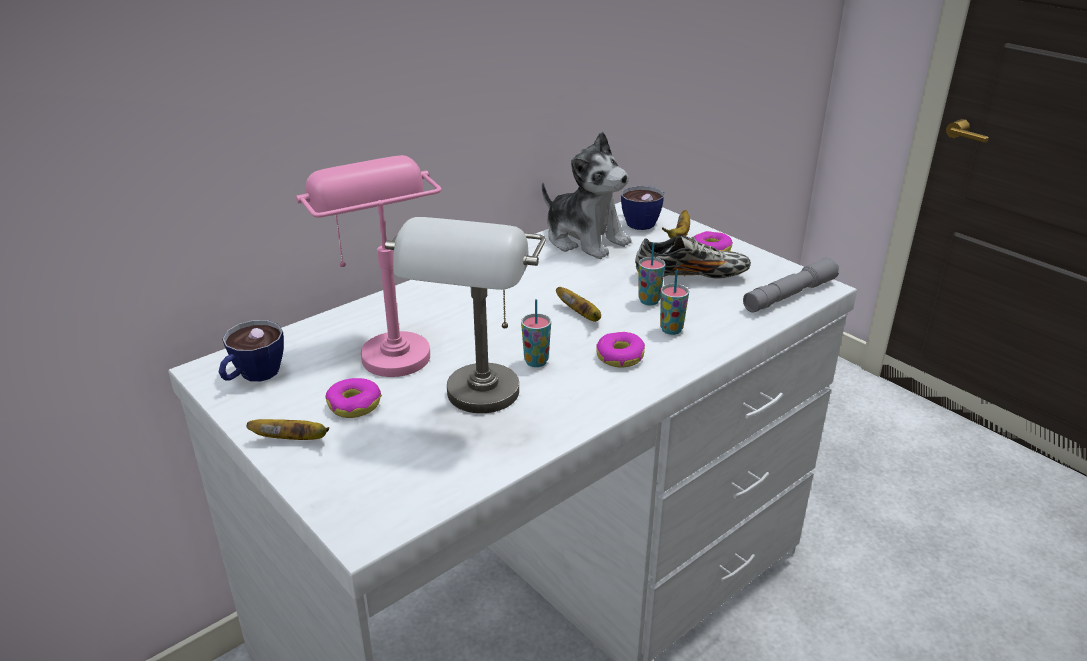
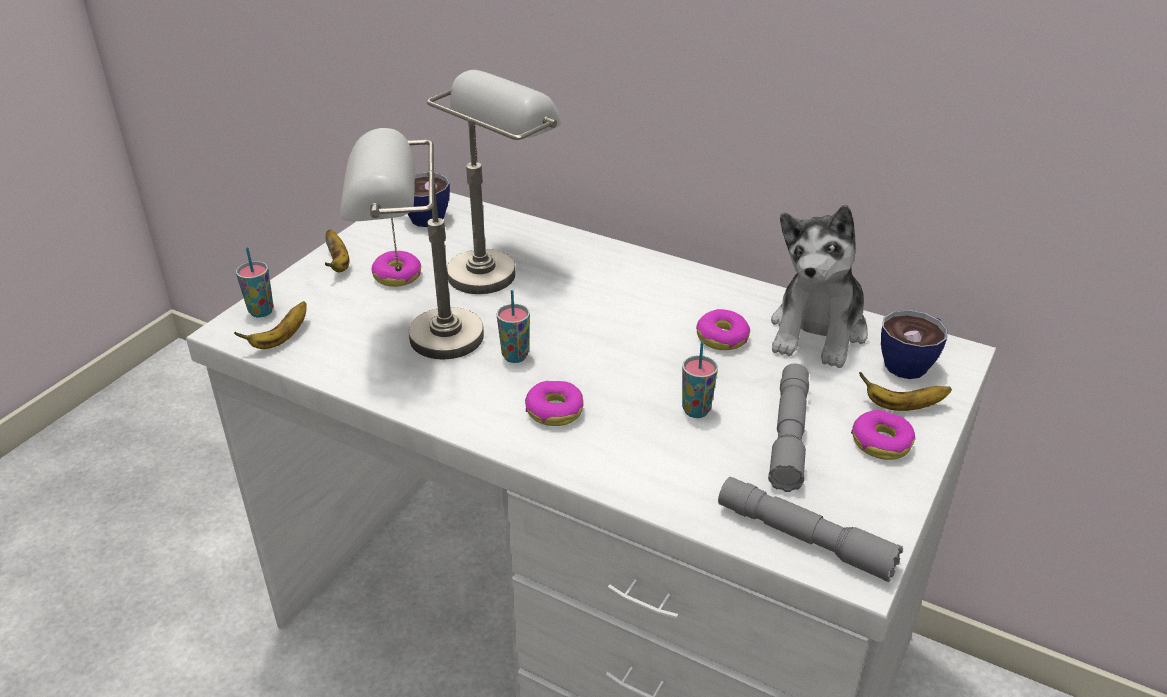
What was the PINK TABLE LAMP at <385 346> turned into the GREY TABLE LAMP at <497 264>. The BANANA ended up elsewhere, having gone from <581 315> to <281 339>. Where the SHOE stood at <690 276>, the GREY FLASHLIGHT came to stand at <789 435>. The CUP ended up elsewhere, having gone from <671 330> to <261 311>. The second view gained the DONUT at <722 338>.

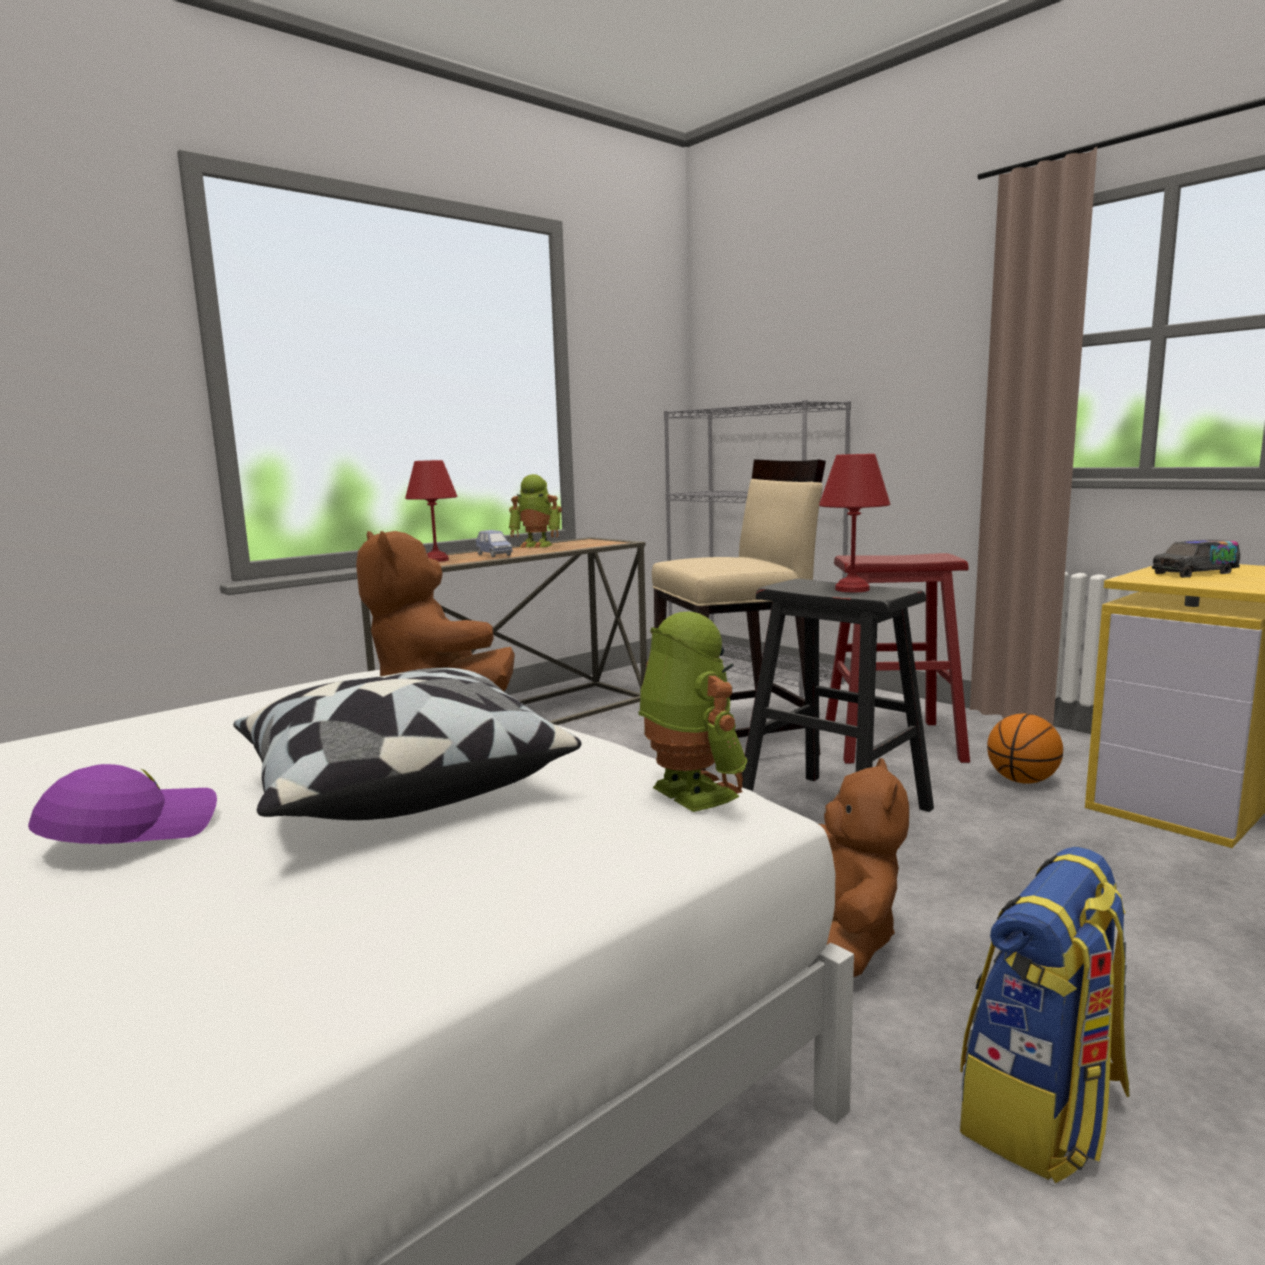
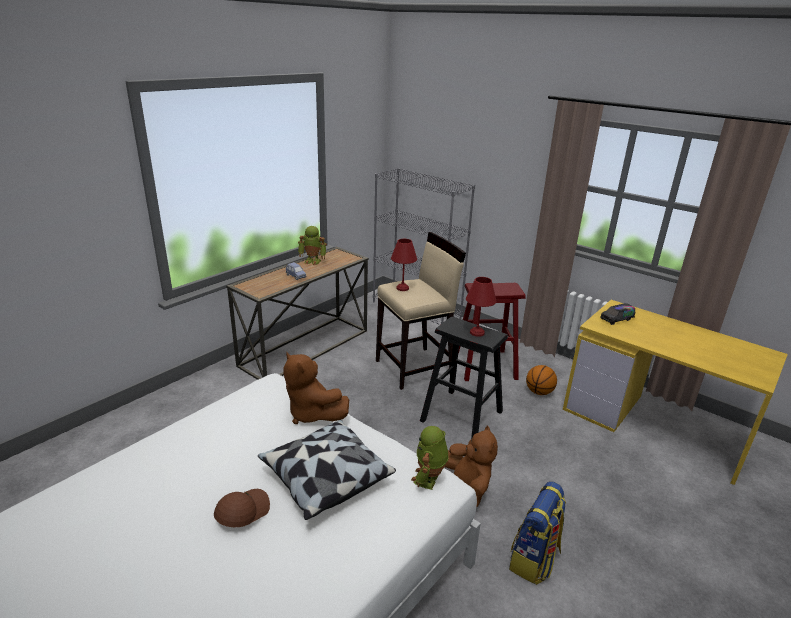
What was the PURPLE CAP at <131 831> turned into the BROWN CAP at <242 511>. The RED TABLE LAMP ended up elsewhere, having gone from <437 560> to <403 288>. The TOY ROBOT at <687 794> ended up facing another way, 120 degrees counterclockwise from before.

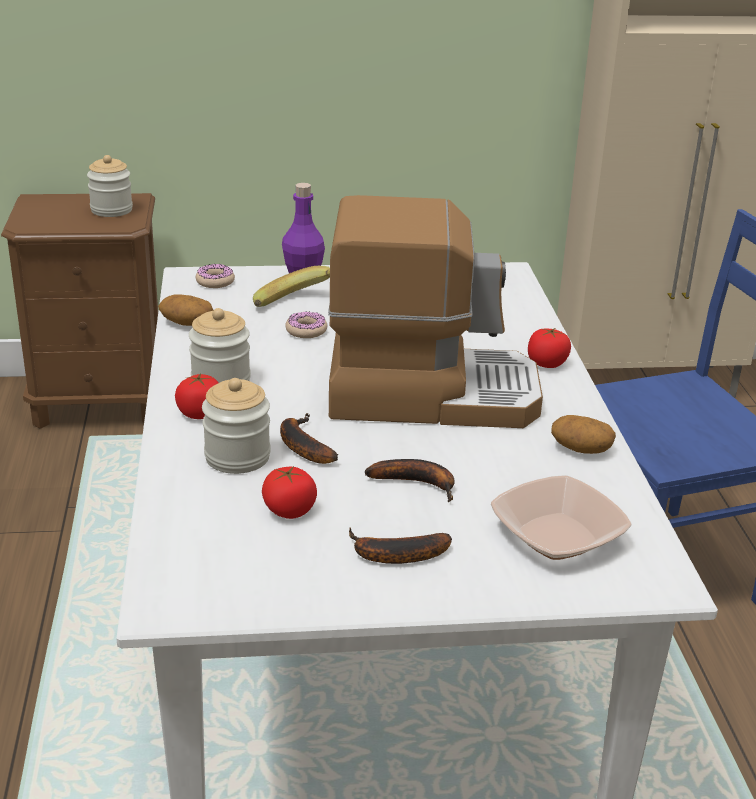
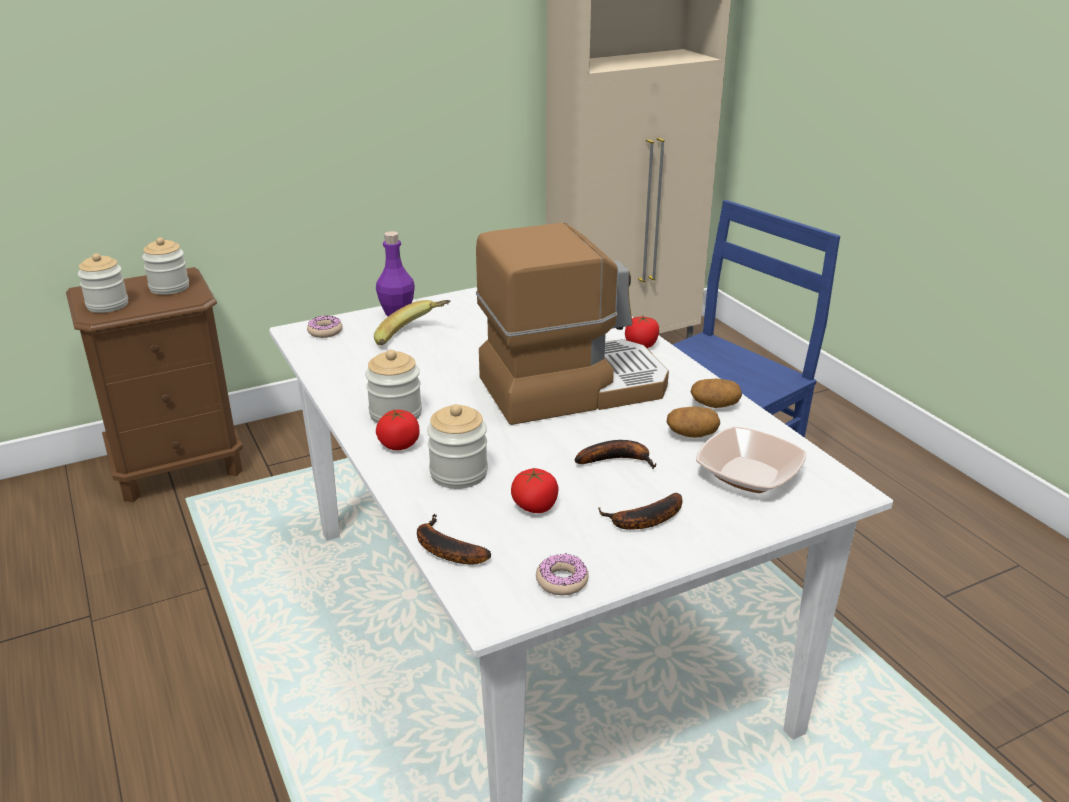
The POTATO ended up elsewhere, having gone from <186 323> to <691 434>. The BANANA ended up elsewhere, having gone from <301 445> to <444 549>. The DONUT ended up elsewhere, having gone from <306 331> to <562 581>. The second view gained the JAR at <107 305>.

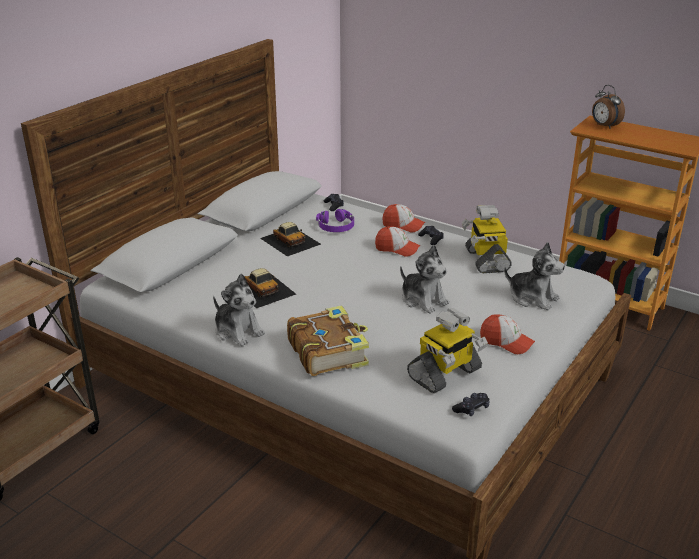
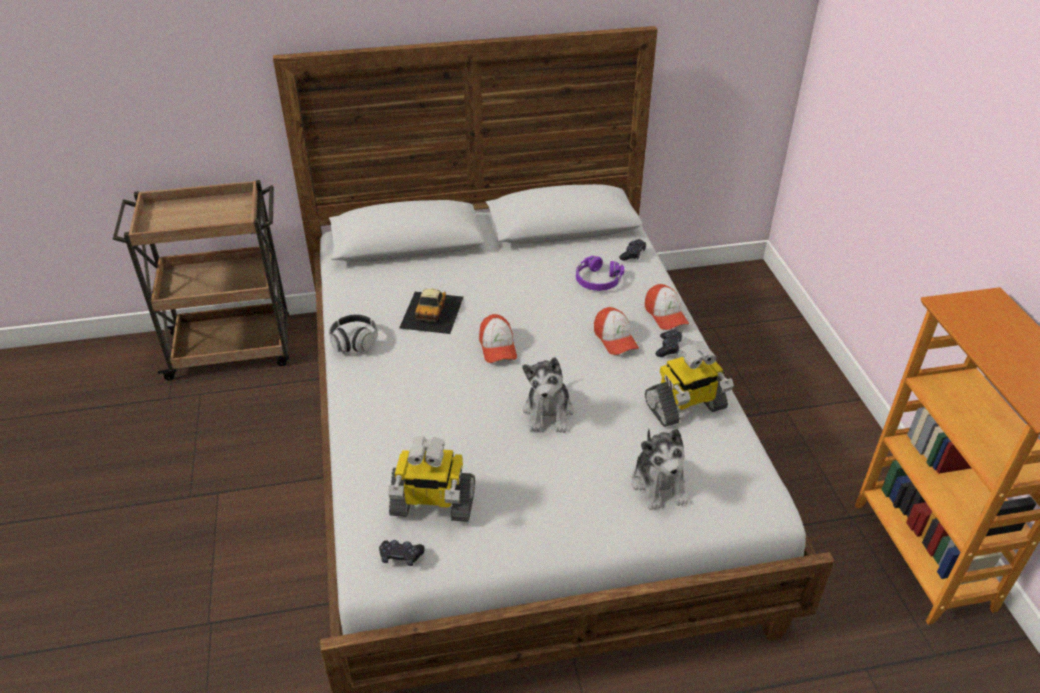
Where the PLUSH TOY stood at <238 331>, the HEADPHONES came to stand at <354 342>. The second view lost the TOY CAR at <290 241>. The second view lost the BOOK at <328 351>. The TOY ROBOT at <485 260> ended up facing another way, 150 degrees counterclockwise from before. The CAP ended up elsewhere, having gone from <506 342> to <497 347>. The second view lost the ALARM CLOCK at <604 126>.

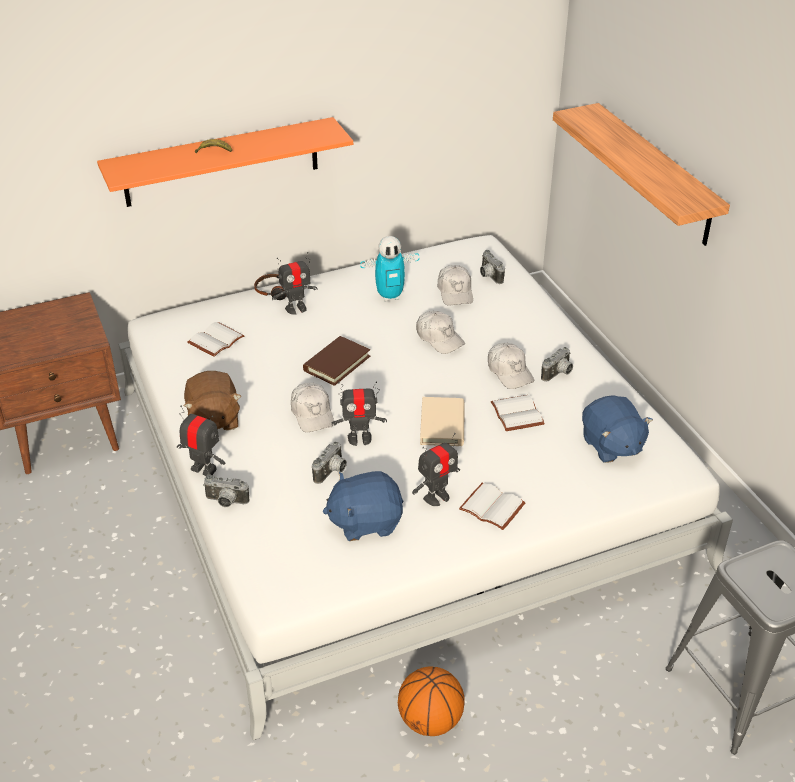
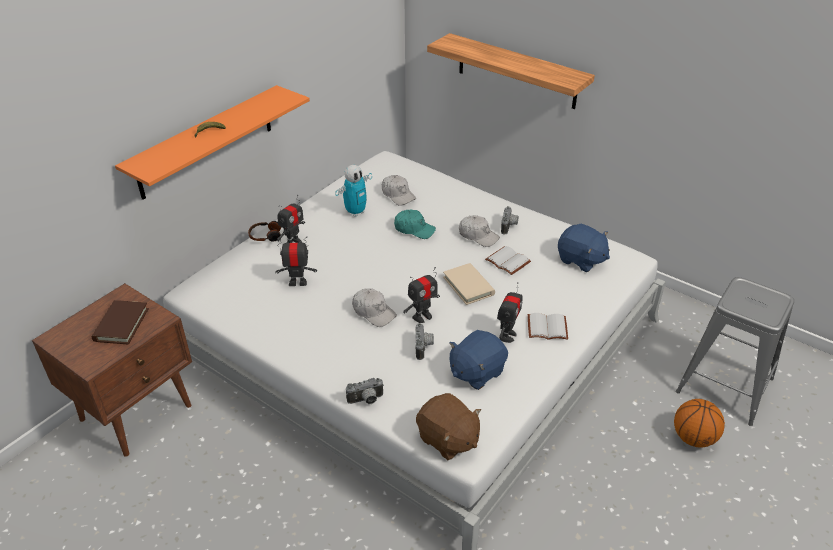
The TOY ROBOT ended up elsewhere, having gone from <204 469> to <297 282>. The BROWN PLUSH TOY ended up elsewhere, having gone from <213 420> to <447 439>. The second view lost the WHITE BOOK at <215 339>. The BROWN BOOK ended up elsewhere, having gone from <337 363> to <121 324>. The BASKETBALL ended up elsewhere, having gone from <430 721> to <693 438>. What was the WHITE CAP at <439 338> turned into the TURQUOISE CAP at <414 229>. The second view lost the PHOTO CAMERA at <488 276>.

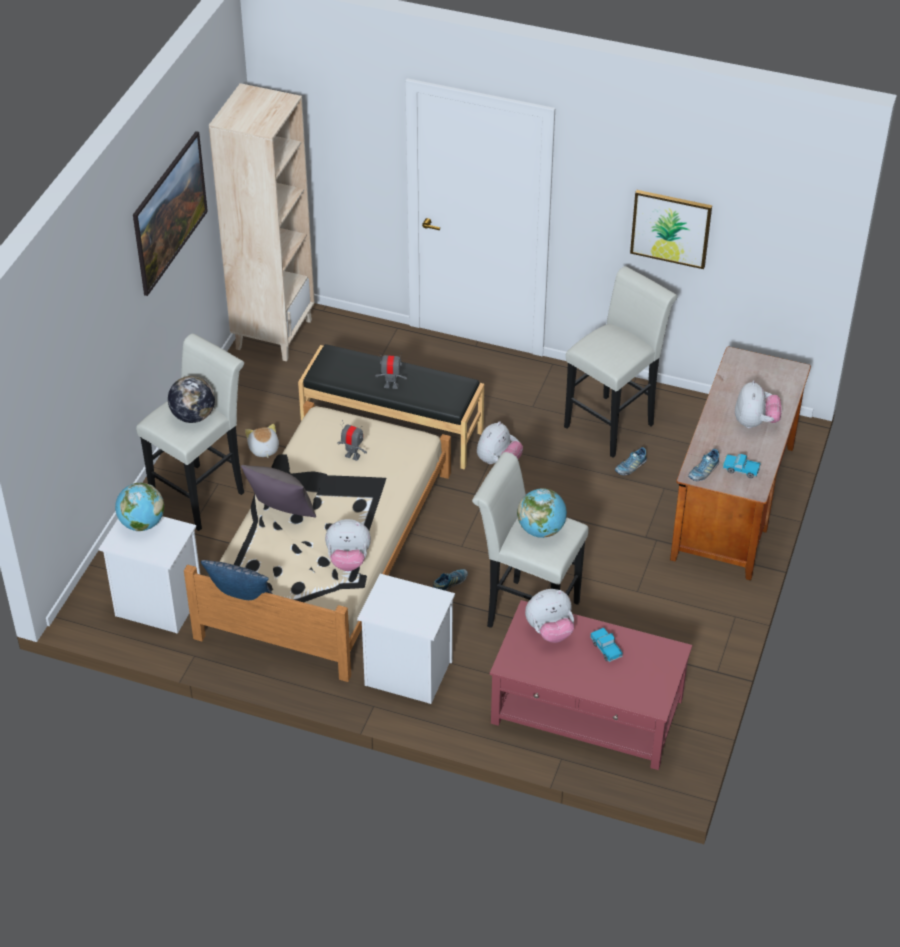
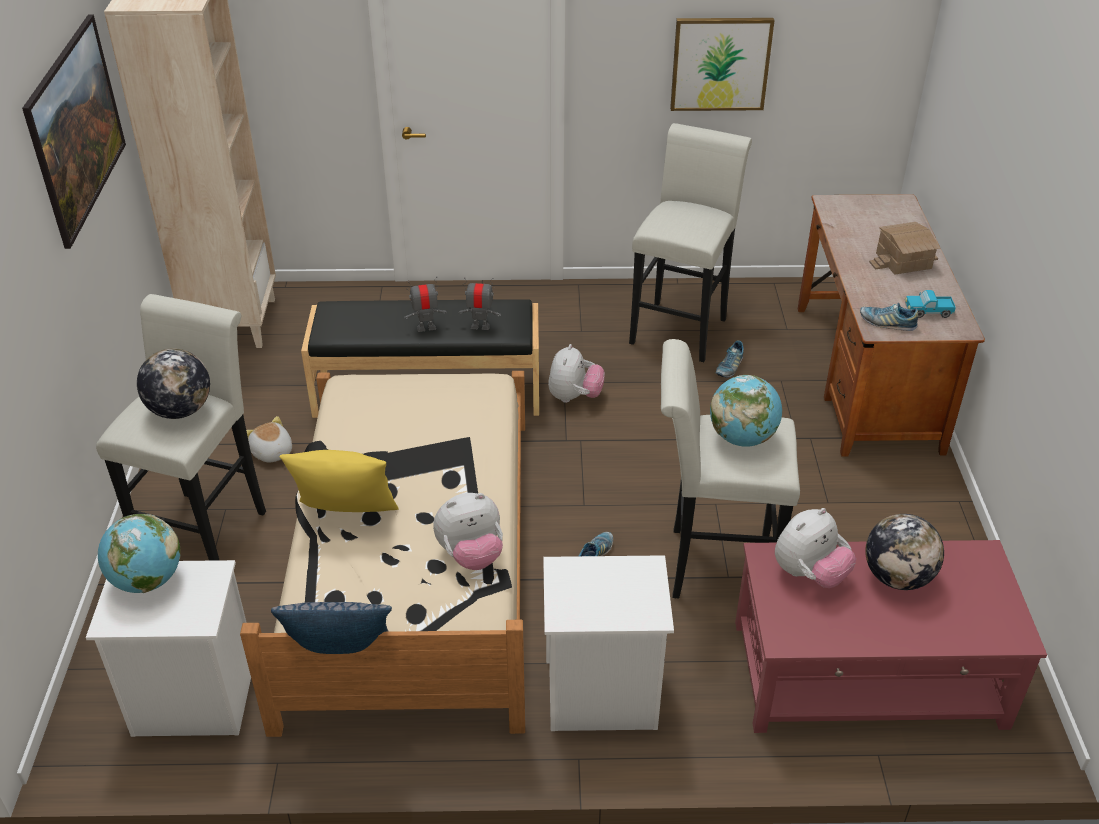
What was the GREY PILLOW at <281 514> turned into the YELLOW PILLOW at <346 517>. The TOY ROBOT ended up elsewhere, having gone from <352 456> to <480 326>. Where the TOY TRUCK stood at <605 649>, the GLOBE came to stand at <897 577>. The SHOE at <703 471> ended up facing another way, 90 degrees clockwise from before. Where the PLUSH TOY stood at <755 422>, the TOY HOUSE came to stand at <903 260>.

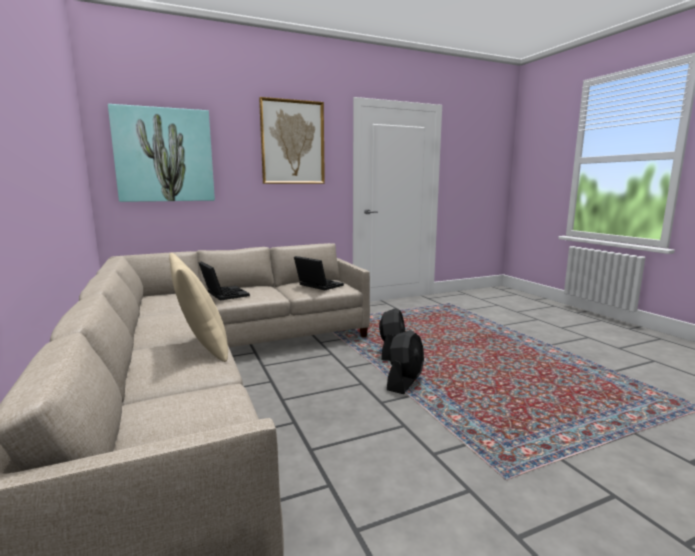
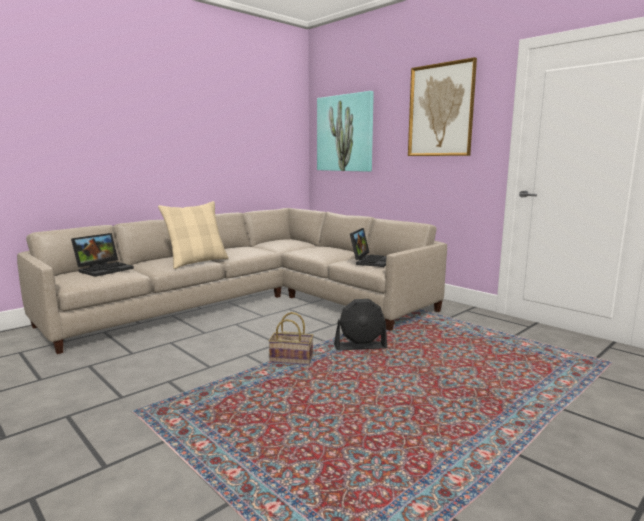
The LAPTOP ended up elsewhere, having gone from <223 294> to <105 269>. Where the BLACK FAN stood at <405 381>, the BASKET came to stand at <292 359>.

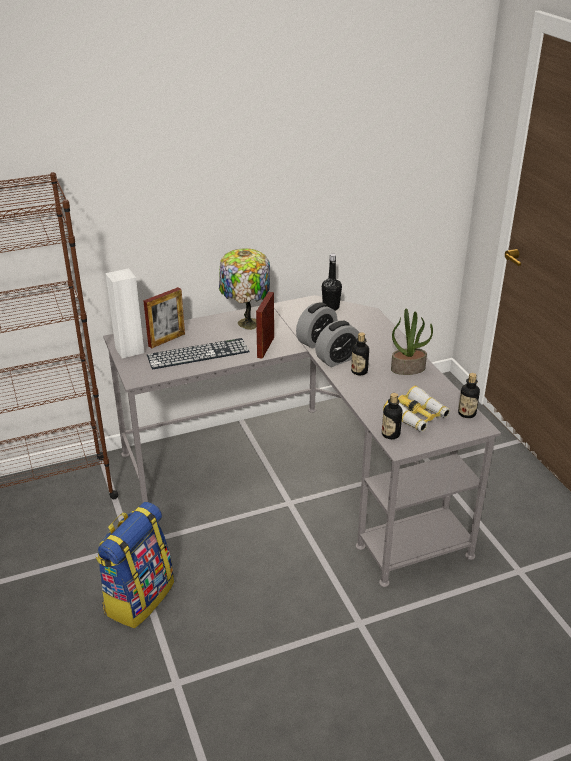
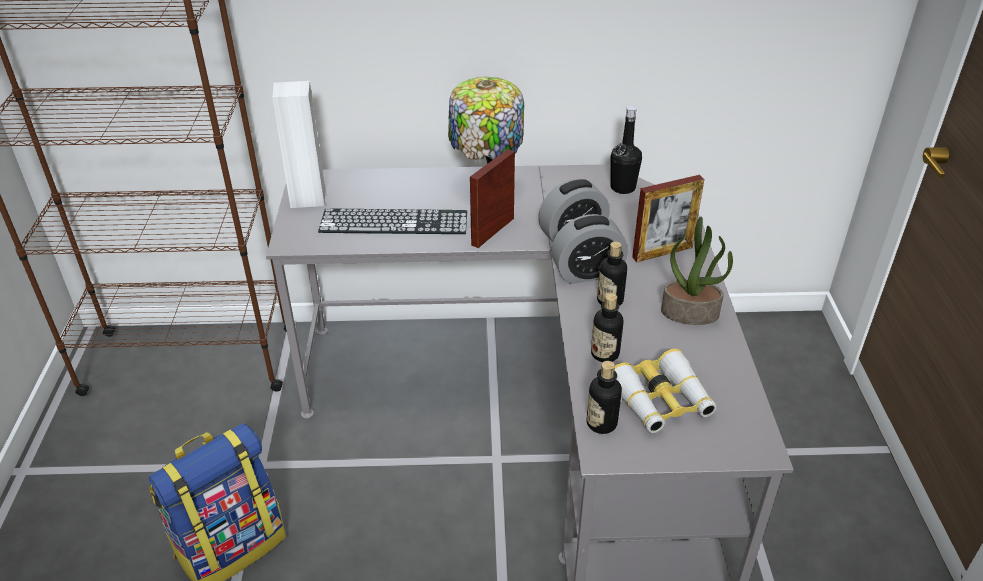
The PICTURE FRAME ended up elsewhere, having gone from <166 340> to <662 252>. The BOTTLE ended up elsewhere, having gone from <467 413> to <605 354>.

